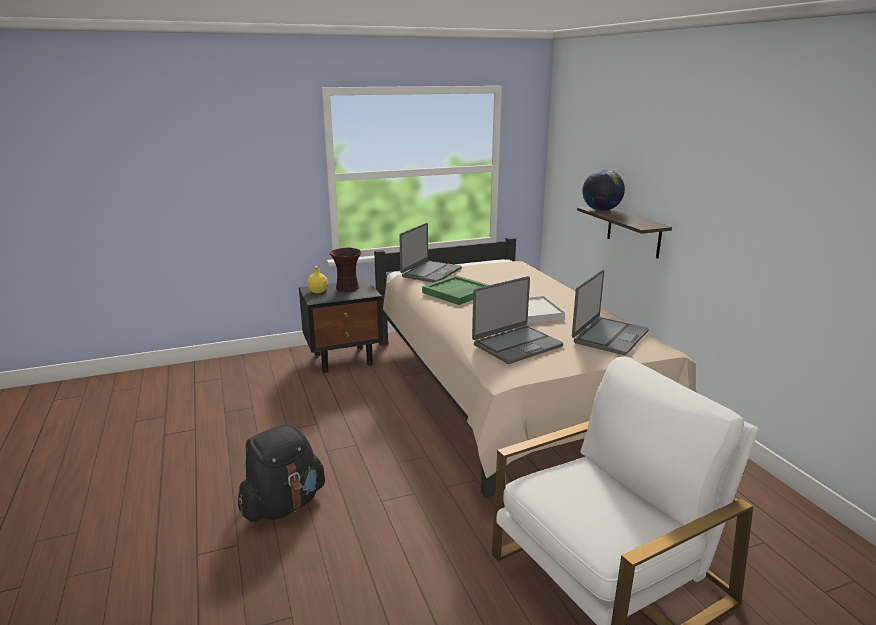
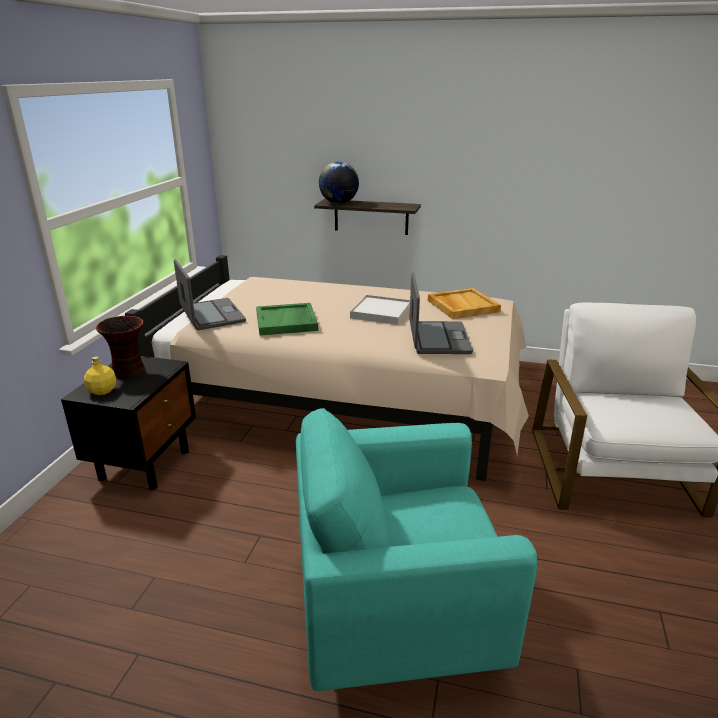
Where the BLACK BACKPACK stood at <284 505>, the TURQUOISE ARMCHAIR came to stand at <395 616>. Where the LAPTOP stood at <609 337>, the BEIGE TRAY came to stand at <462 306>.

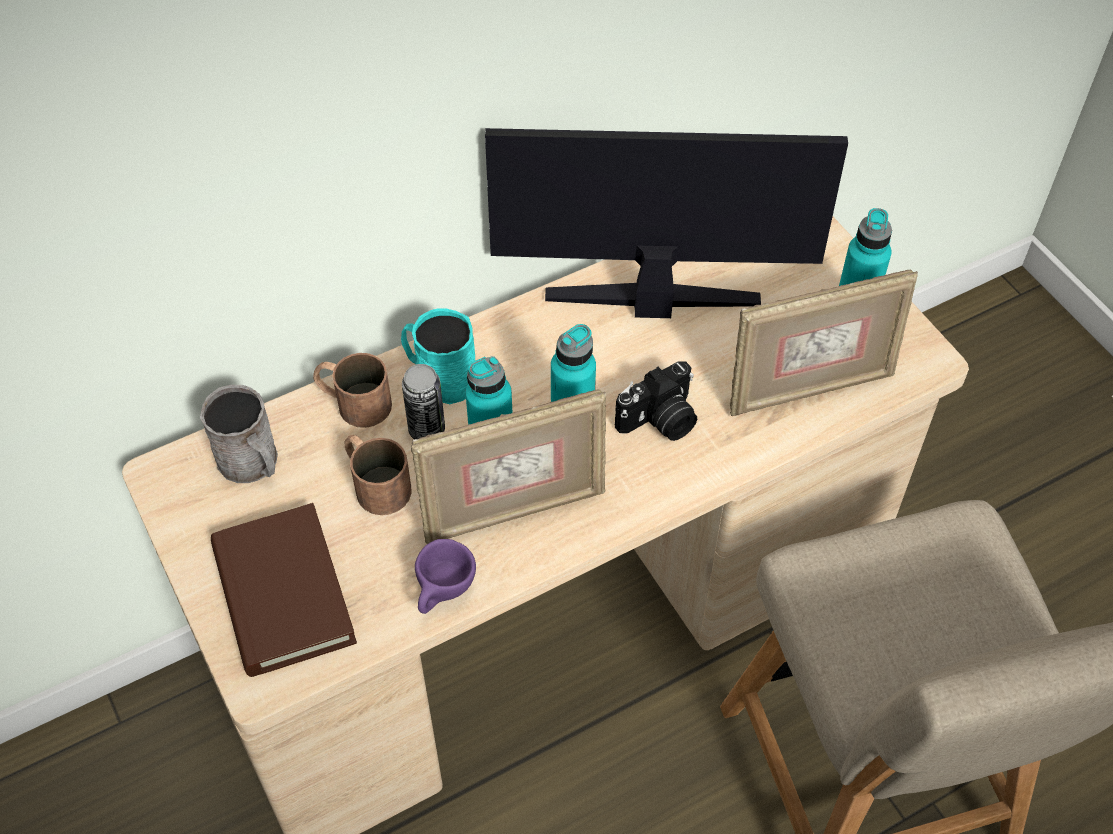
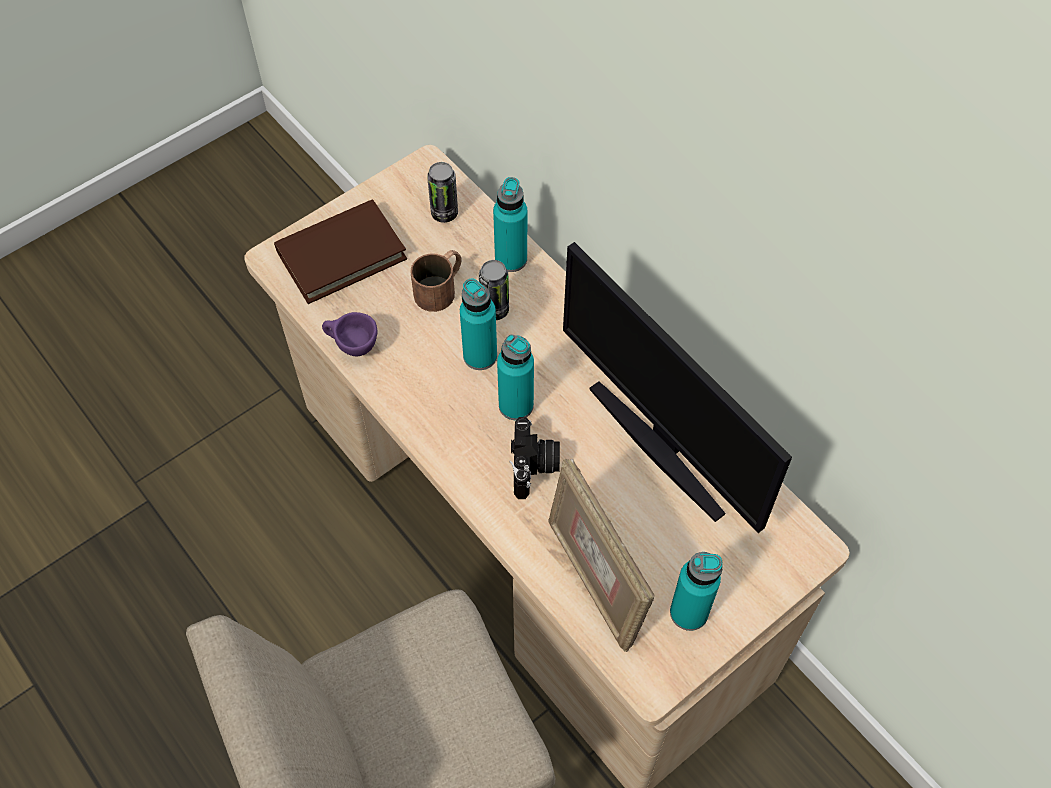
Where the GREY MUG stood at <253 464>, the CAN came to stand at <444 213>. Where the BROWN MUG stood at <353 401>, the TURQUOISE BOTTLE came to stand at <511 259>. The second view lost the TURQUOISE MUG at <439 377>. The second view lost the PICTURE FRAME at <513 510>. The MONITOR at <652 303> ended up facing another way, 150 degrees clockwise from before. The PHOTO CAMERA at <660 421> ended up facing another way, 135 degrees counterclockwise from before.

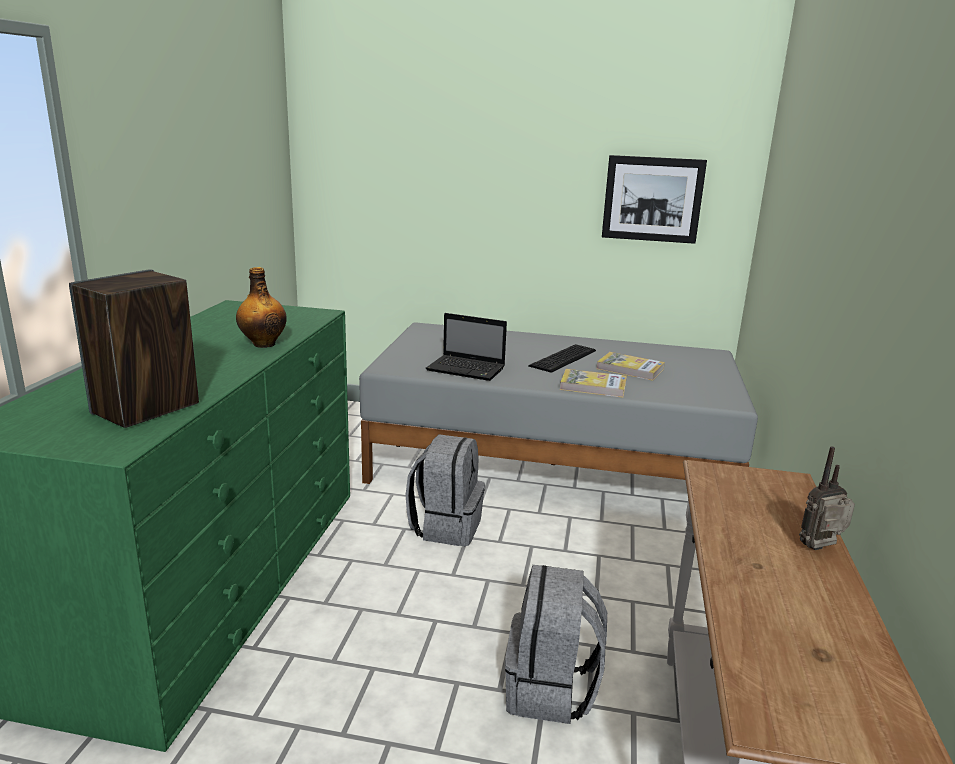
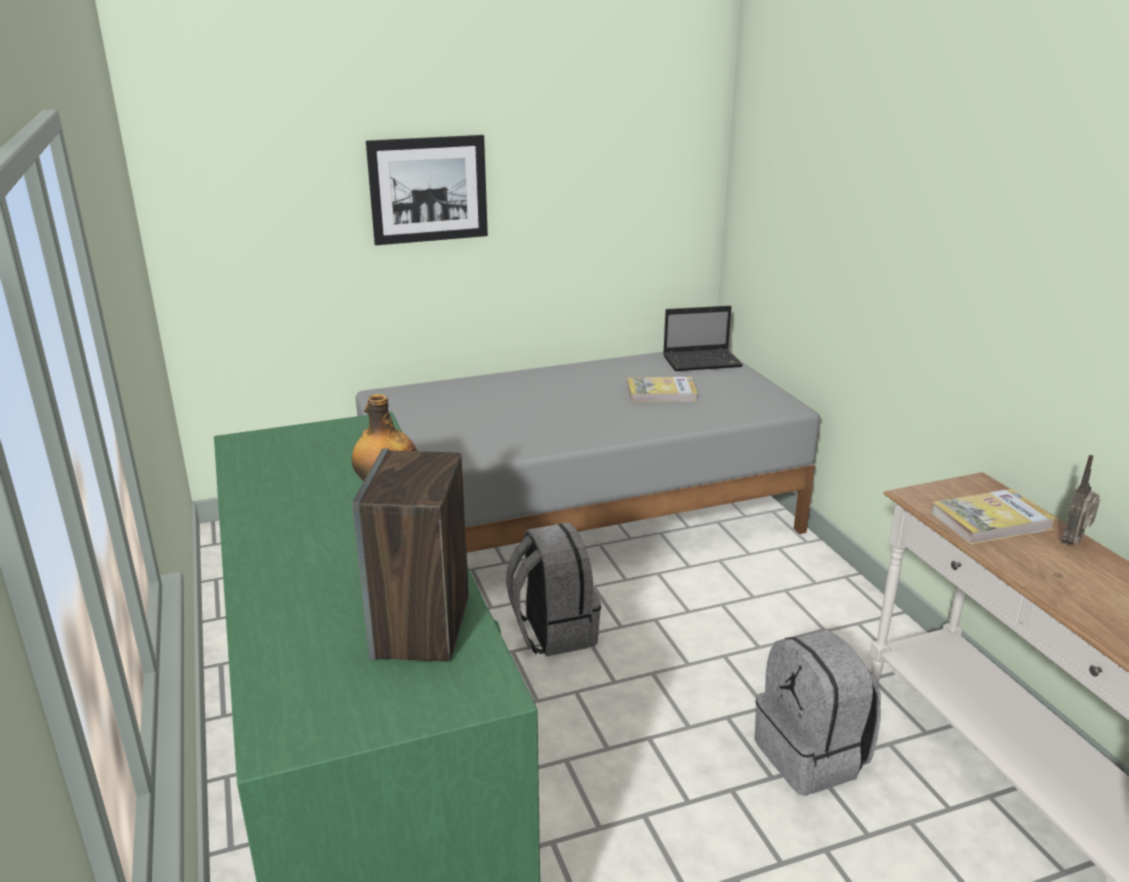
The LAPTOP ended up elsewhere, having gone from <467 369> to <703 361>. The second view lost the KEYBOARD at <565 358>. The BOOK ended up elsewhere, having gone from <593 386> to <990 521>. The PICTURE ended up elsewhere, having gone from <652 199> to <428 189>.

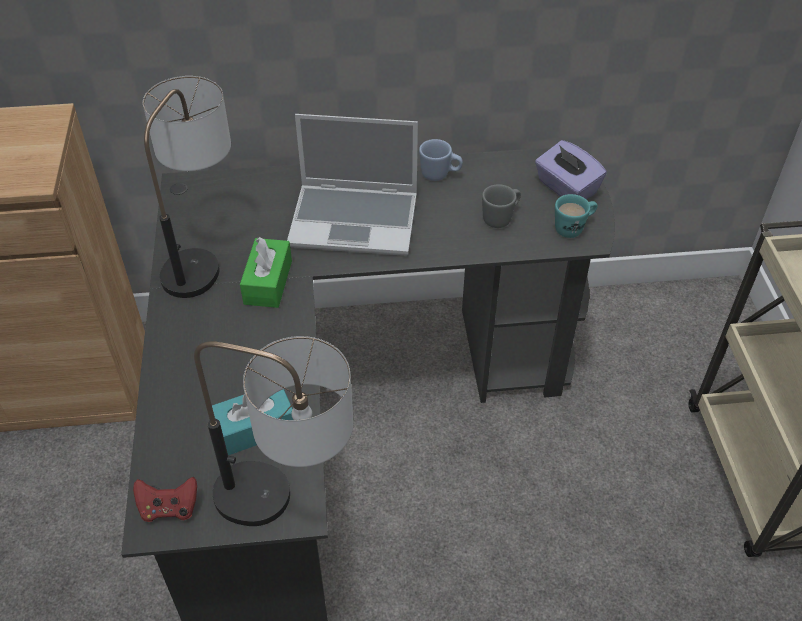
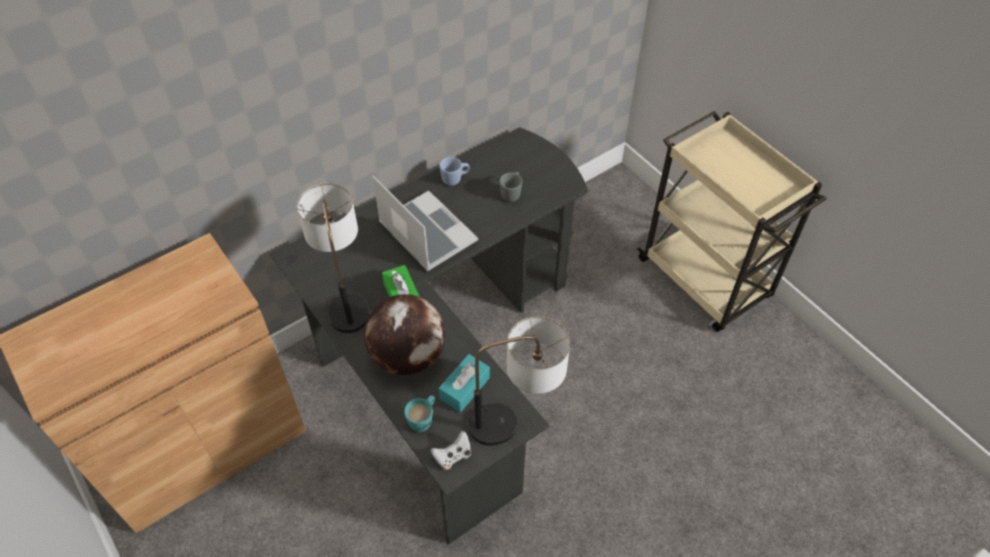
What was the RED GAME CONTROLLER at <169 508> turned into the WHITE GAME CONTROLLER at <453 456>. The LAPTOP at <356 220> ended up facing another way, 105 degrees counterclockwise from before. The second view lost the PURPLE TISSUE BOX at <566 188>. The TURQUOISE MUG ended up elsewhere, having gone from <573 228> to <423 419>. The second view gained the GLOBE at <408 356>.

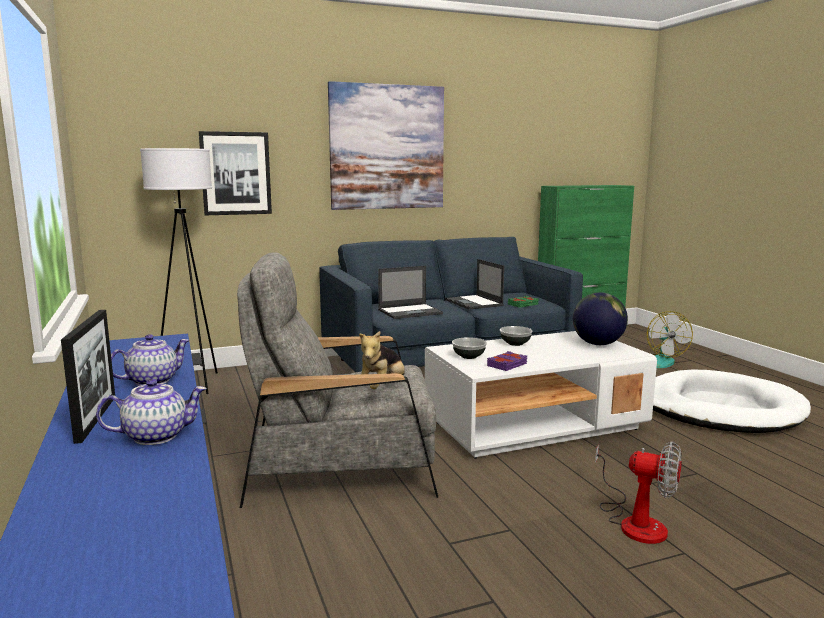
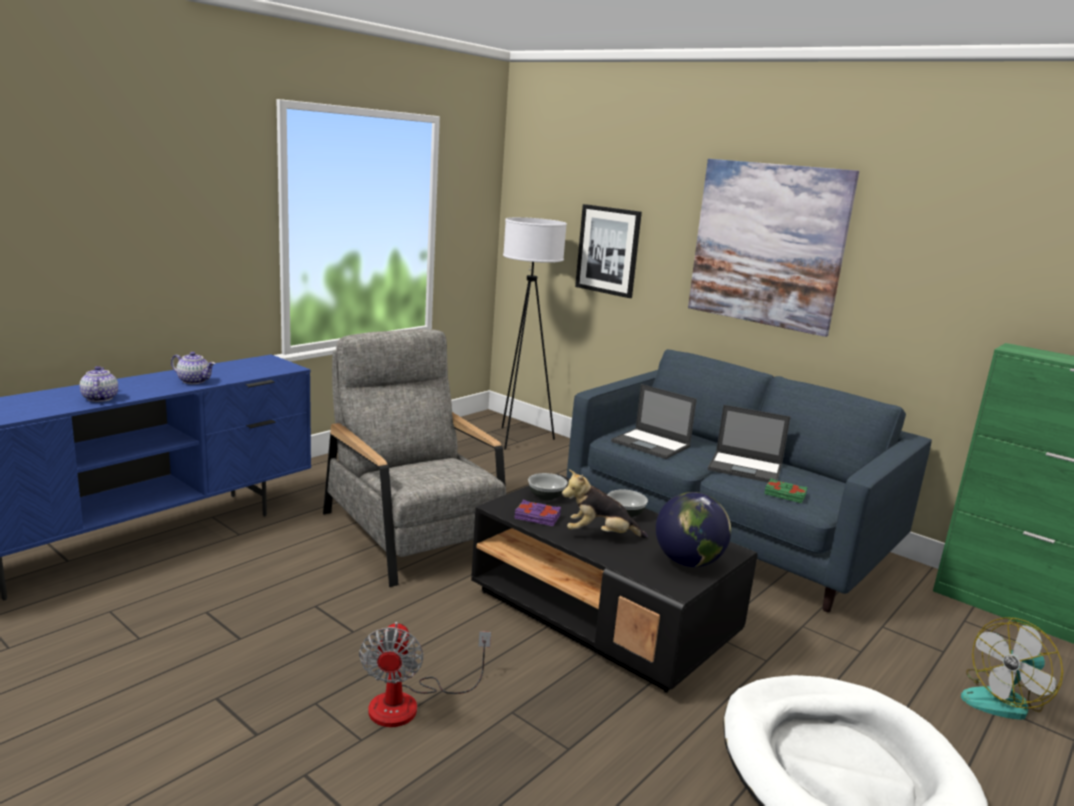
The second view lost the PICTURE FRAME at <96 418>. The TEAPOT at <156 436> ended up facing another way, 150 degrees counterclockwise from before. The PLUSH TOY ended up elsewhere, having gone from <382 387> to <600 535>. What was the WHITE COFFEE TABLE at <534 425> turned into the BLACK COFFEE TABLE at <603 616>. The LAPTOP at <474 303> ended up facing another way, 105 degrees counterclockwise from before.

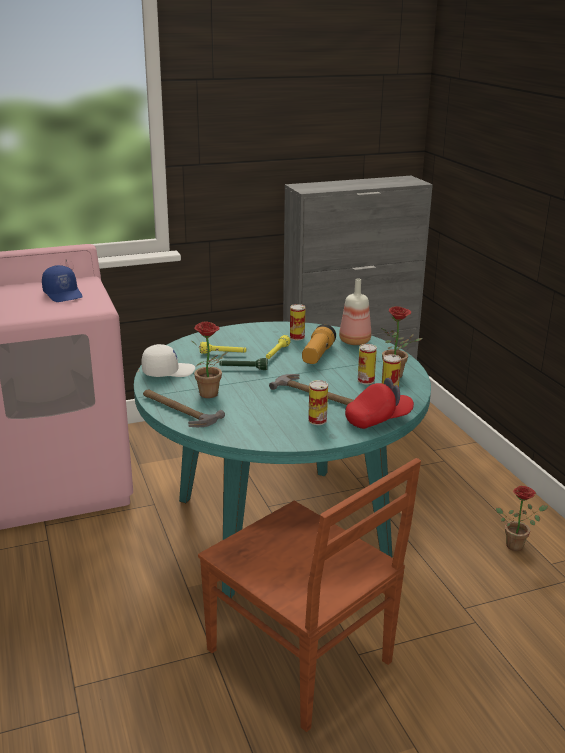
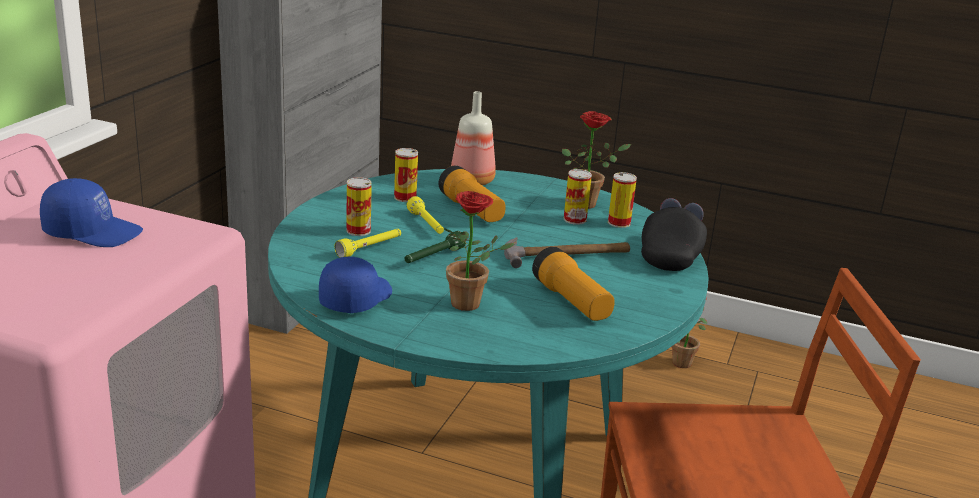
What was the WHITE CAP at <168 371> turned into the BLUE CAP at <355 298>. The second view lost the HAMMER at <178 410>. The CAN ended up elsewhere, having gone from <317 420> to <358 231>. What was the RED CAP at <378 419> turned into the BLACK CAP at <671 255>. The second view gained the FLASHLIGHT at <571 301>.

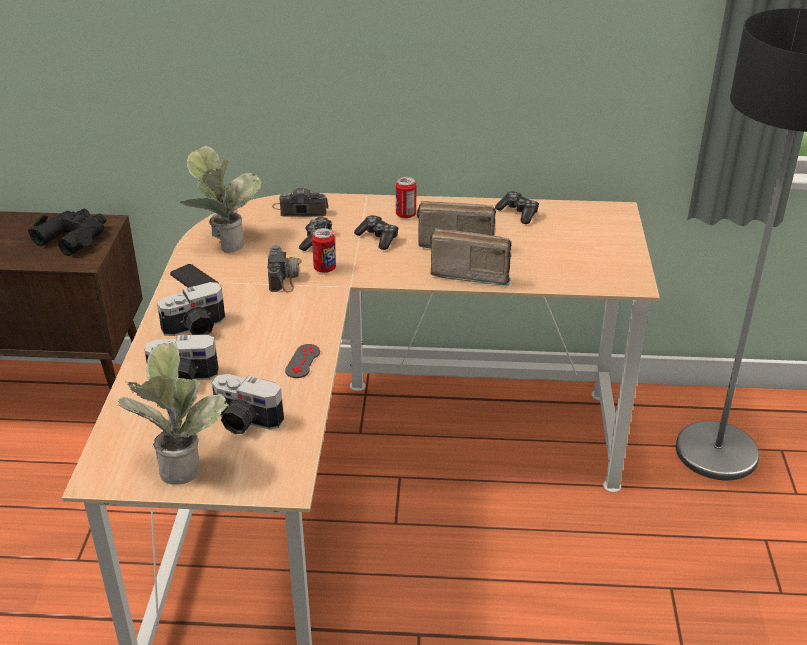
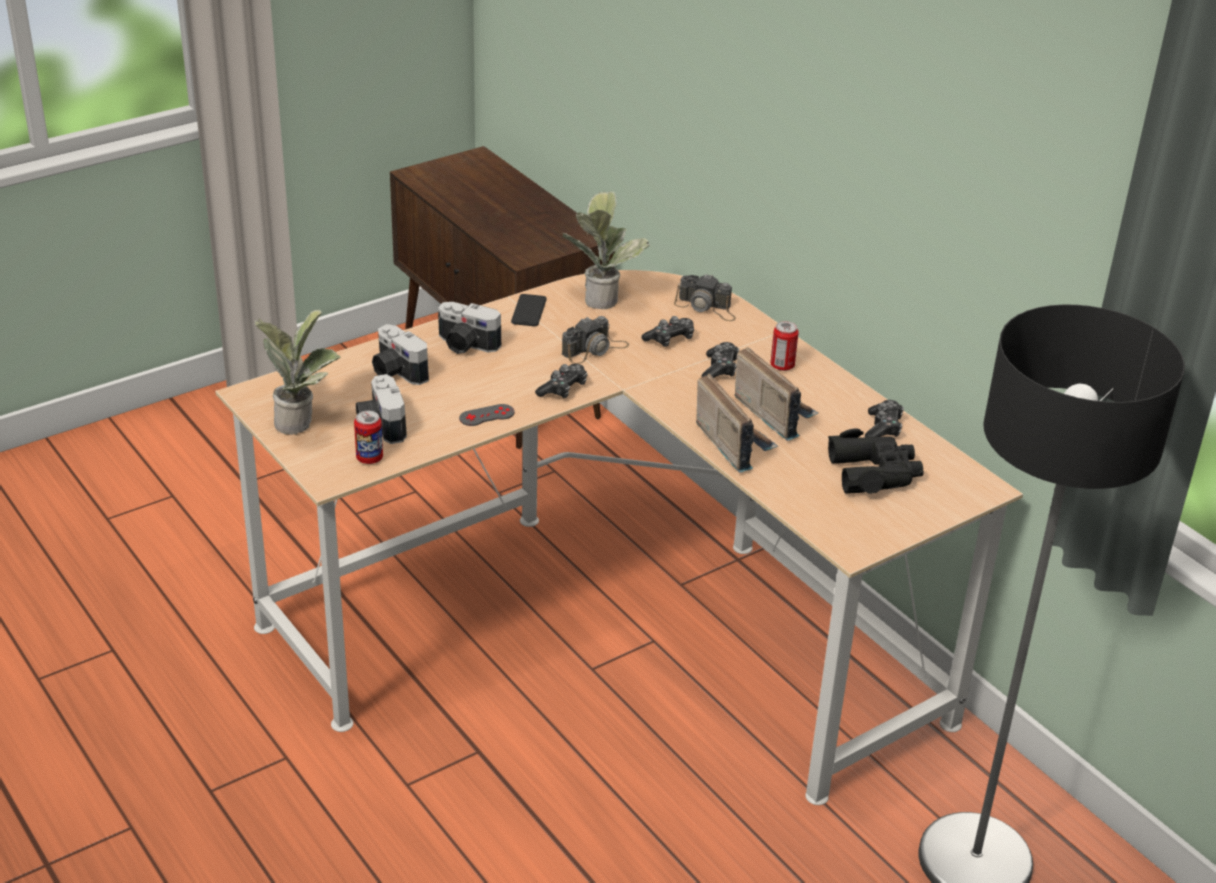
The BLACK BINOCULARS ended up elsewhere, having gone from <73 237> to <874 473>. The PHOTO CAMERA at <299 210> ended up facing another way, 150 degrees clockwise from before. The CAN ended up elsewhere, having gone from <324 268> to <369 458>. The second view gained the GAME CONTROLLER at <563 389>.

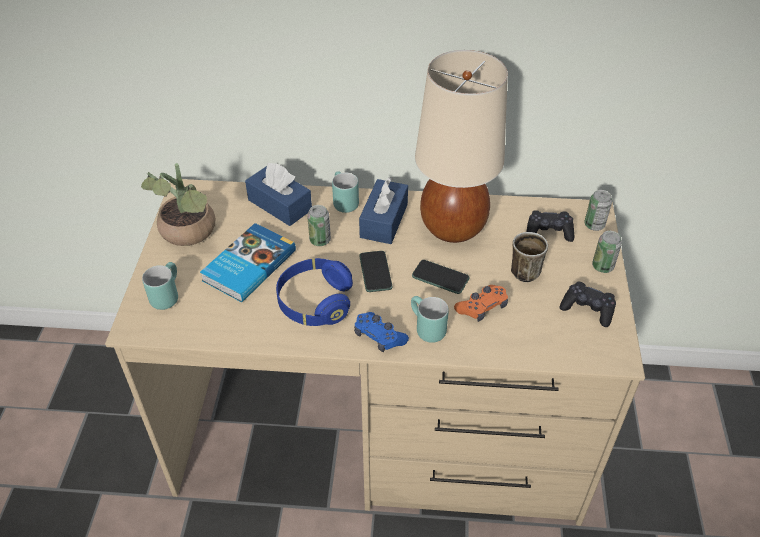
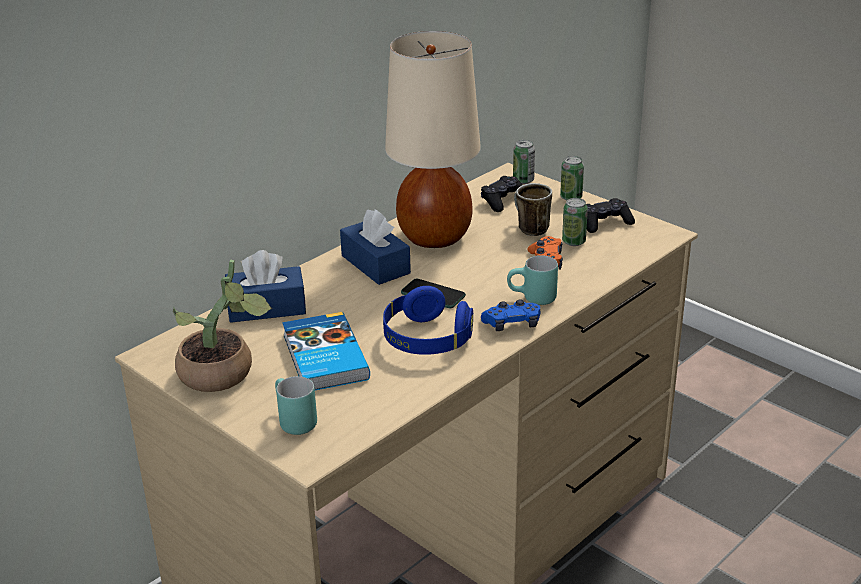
The CAN ended up elsewhere, having gone from <320 240> to <573 241>. The second view lost the TURQUOISE MUG at <342 202>. The second view lost the PHONE at <440 277>.

